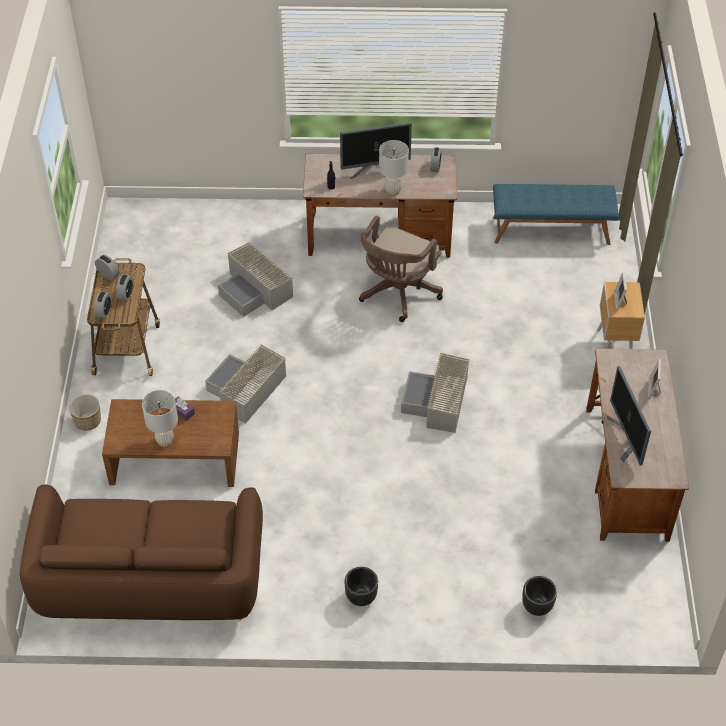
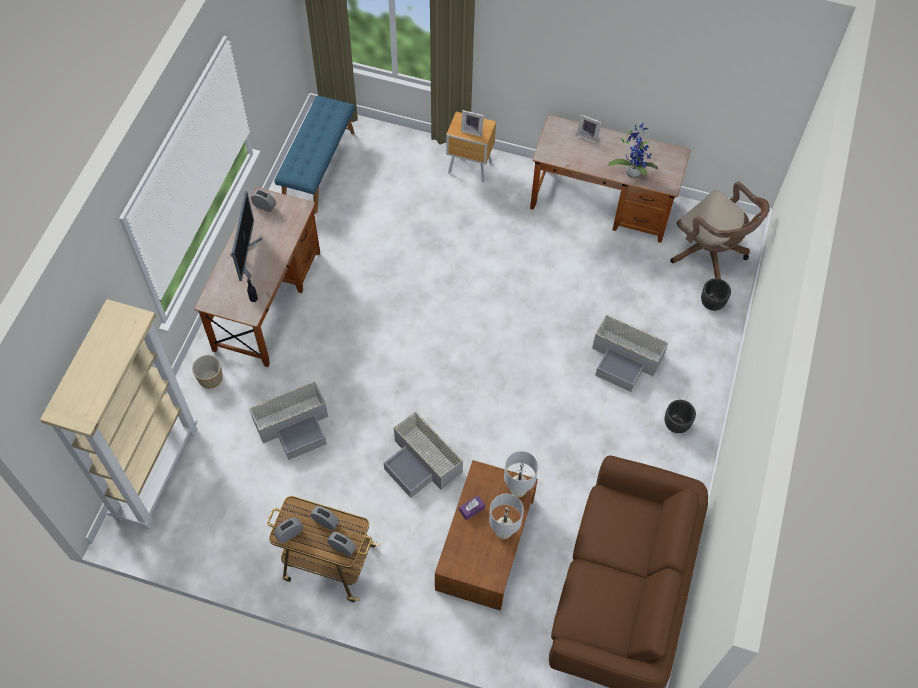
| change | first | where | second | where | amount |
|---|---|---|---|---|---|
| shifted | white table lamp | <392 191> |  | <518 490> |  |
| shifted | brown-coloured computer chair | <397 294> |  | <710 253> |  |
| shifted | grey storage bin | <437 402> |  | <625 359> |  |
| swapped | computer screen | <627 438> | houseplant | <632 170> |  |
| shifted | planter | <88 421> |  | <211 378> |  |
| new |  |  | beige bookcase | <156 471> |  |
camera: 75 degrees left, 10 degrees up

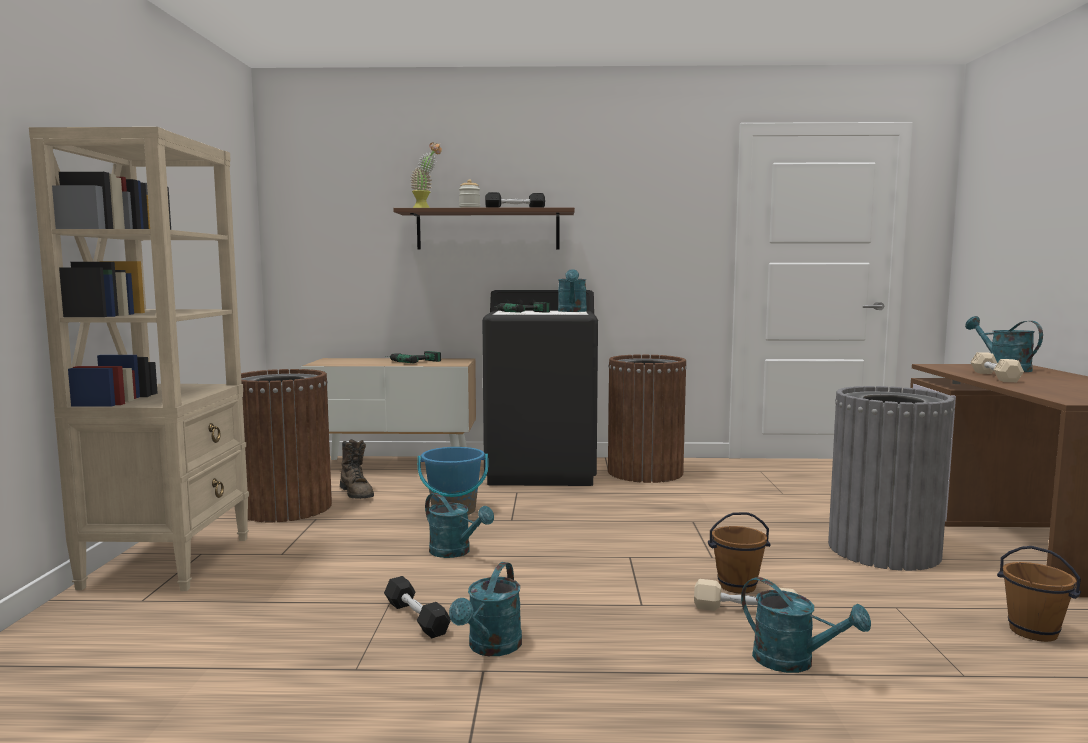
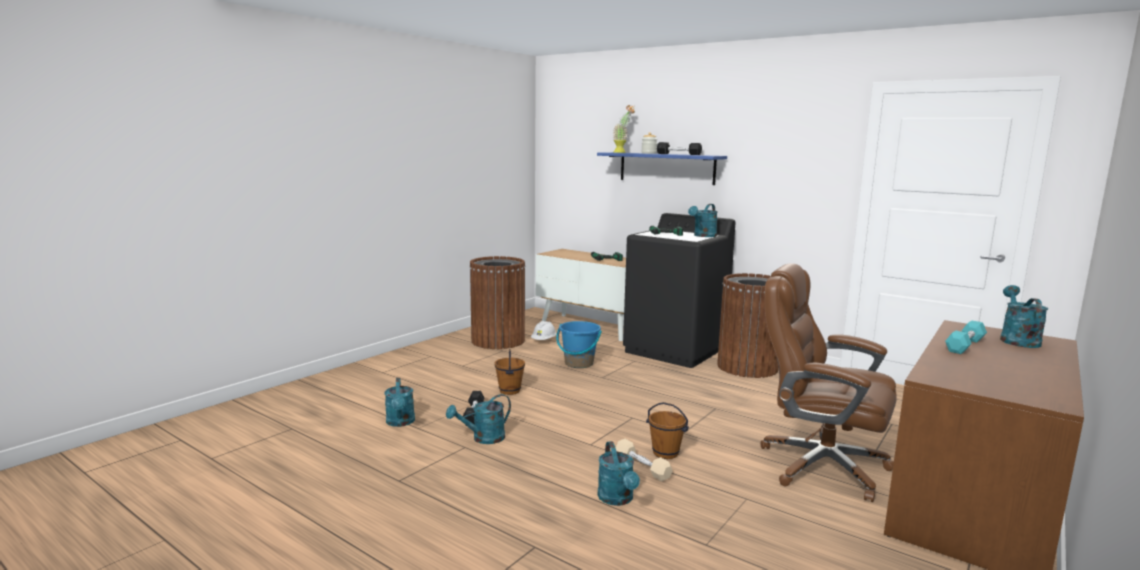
| change | first | where | second | where | amount |
|---|---|---|---|---|---|
| gone | beige bookcase | <170 561> |  |  |  |
| repainted | brown-coloured shelf | <488 230> | blue-coloured shelf | <666 168> |  |
| repainted | beige free weight | <994 376> | turquoise-coloured free weight | <965 345> |  |
| swapped | grey trash can | <883 550> | brown-coloured computer chair | <820 466> |  |
| swapped | brown-coloured tall boot | <357 494> | white work helmet | <543 340> |  |
| shifted | turquoise-coloured watering pot | <455 552> |  | <400 423> |  |
| shifted | brown-coloured pail | <1033 631> |  | <510 391> |  |
camera: 35 degrees right, 5 degrees up

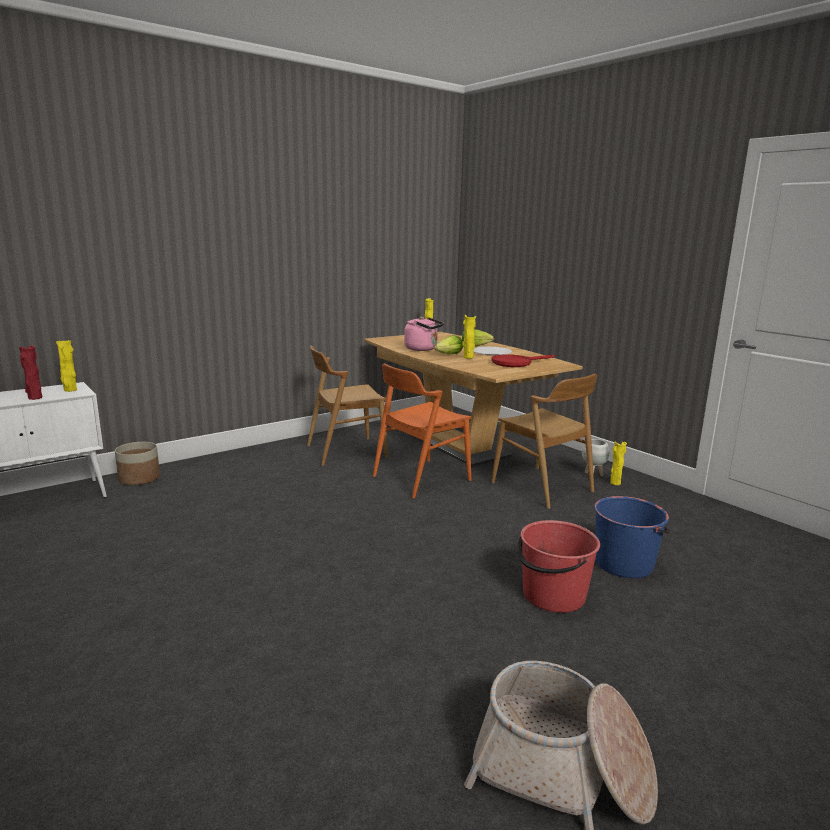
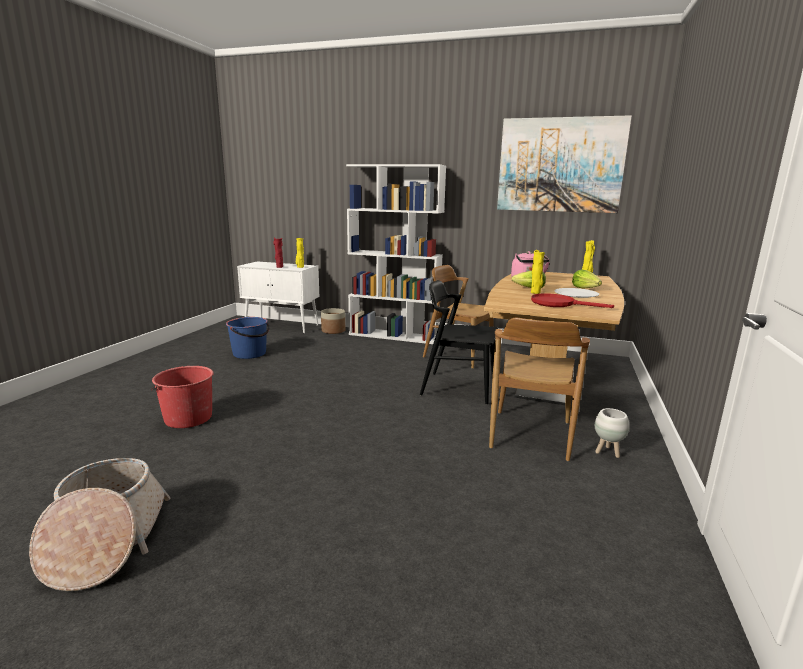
| change | first | where | second | where | amount |
|---|---|---|---|---|---|
| repainted | orange chair | <421 478> | black chair | <458 387> |  |
| gone | yellowish vase | <615 483> |  |  |  |
| shifted | blue-coloured pail | <624 563> |  | <250 353> |  |
| shifted | red pail | <553 595> |  | <187 418> |  |
| new |  |  | picture | <560 165> |  |
| new |  |  | white bookcase | <394 336> |  |
camera: 55 degrees right, 0 degrees up

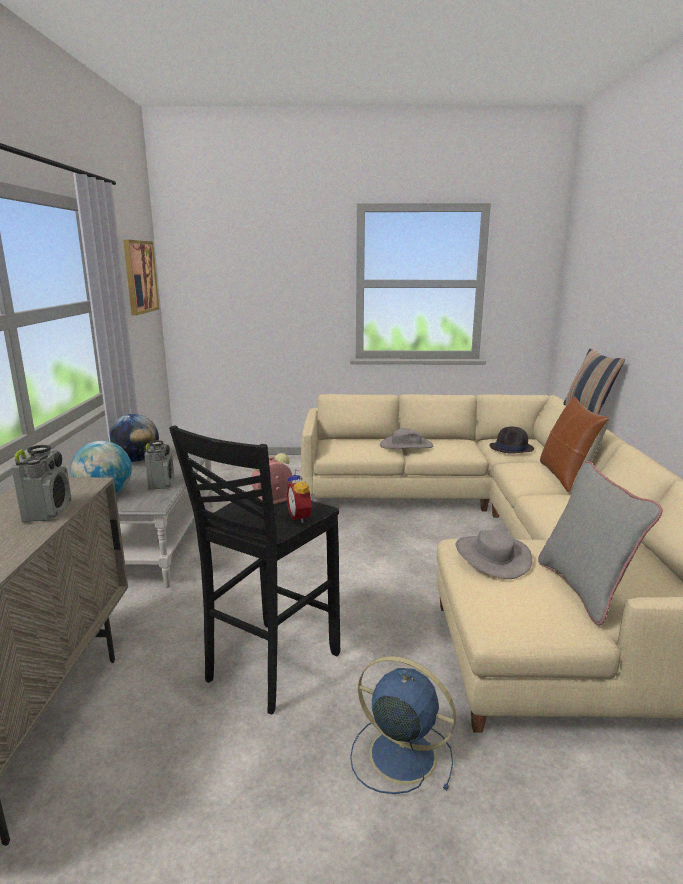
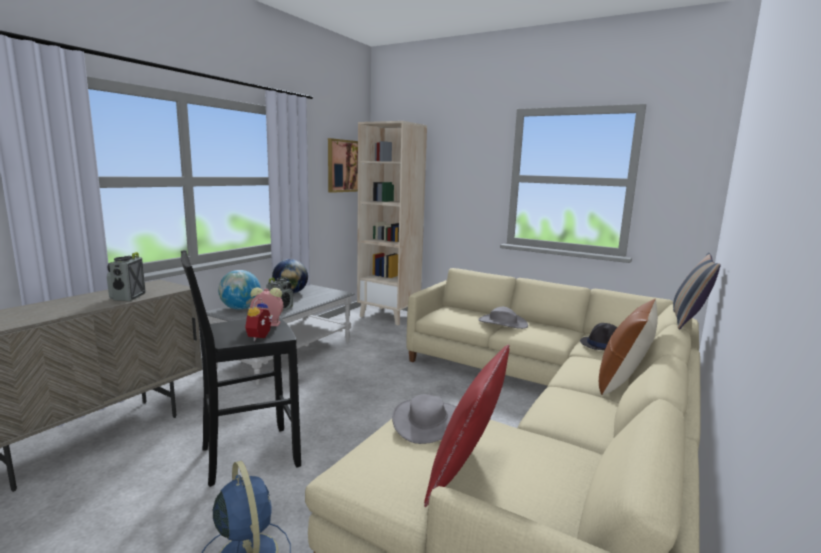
| change | first | where | second | where | amount |
|---|---|---|---|---|---|
| rotated | radio | <48 512> |  | <127 297> | 150 degrees clockwise |
| repainted | grey throw pillow | <584 589> | red throw pillow | <466 475> |  |
| new |  |  | beige bookcase | <389 316> |  |
camera: 30 degrees right, 5 degrees down

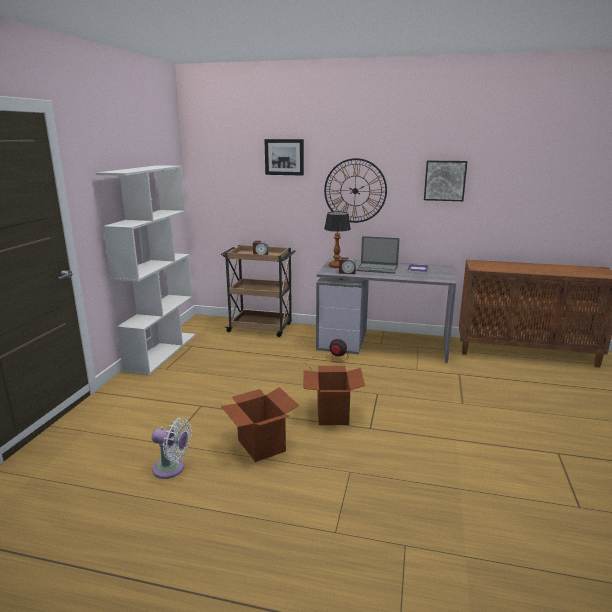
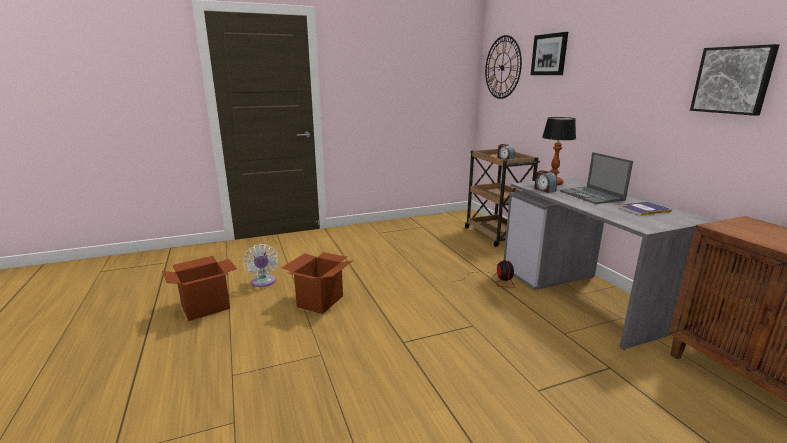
| change | first | where | second | where | amount |
|---|---|---|---|---|---|
| shifted | clock on the wall | <355 191> |  | <502 67> |  |
| gone | white bookcase | <162 352> |  |  |  |
| shifted | packing box | <332 414> |  | <206 307> |  |
camera: 55 degrees right, 0 degrees up

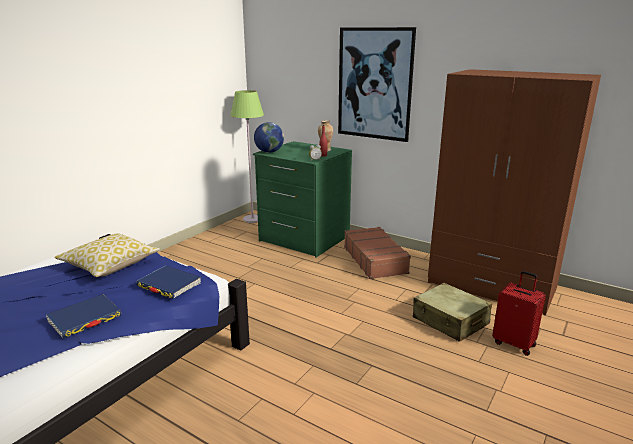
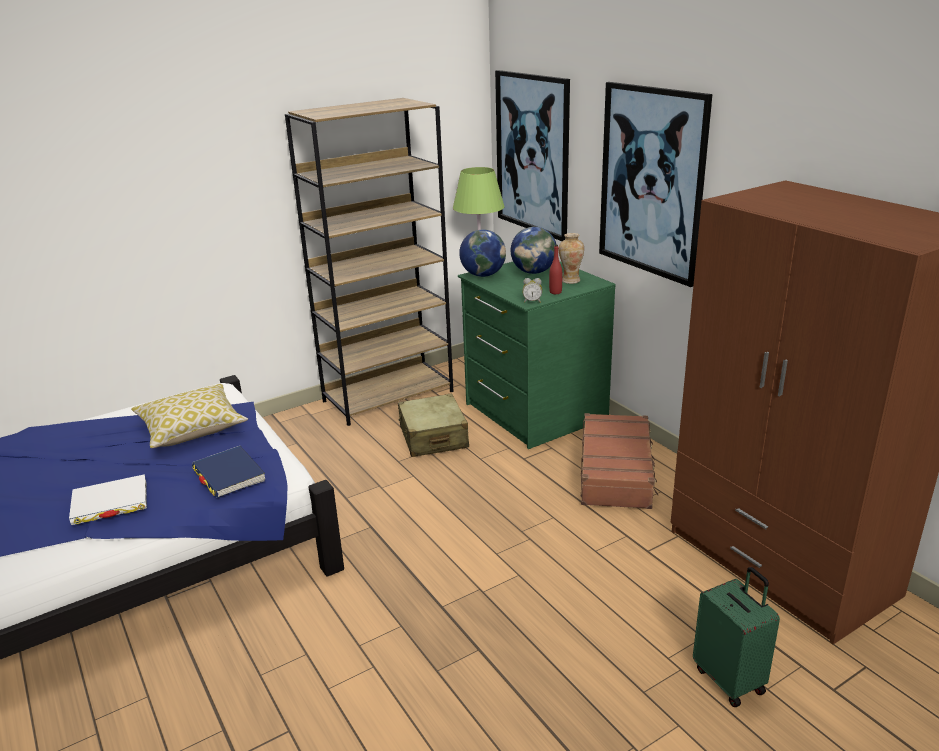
| change | first | where | second | where | amount |
|---|---|---|---|---|---|
| repainted | red travel case | <514 343> | greenish travel case | <730 679> |  |
| shifted | beige travel case | <450 321> |  | <433 437> |  |
| repainted | blue-coloured book | <84 318> | white book | <110 503> |  |
| new |  |  | picture | <532 154> |  |
| new |  |  | brown-coloured bookcase | <389 396> |  |
| new |  |  | world globe | <533 272> |  |
camera: 25 degrees right, 5 degrees up

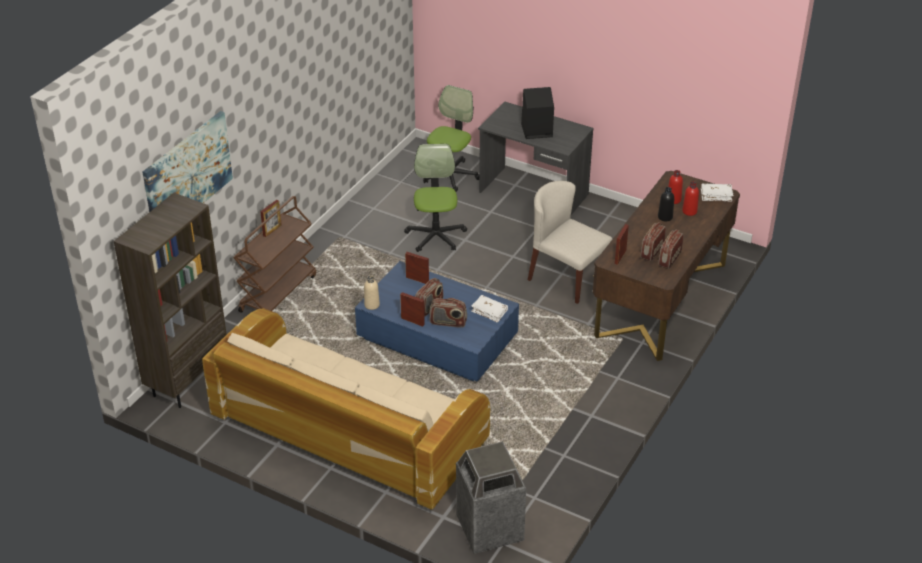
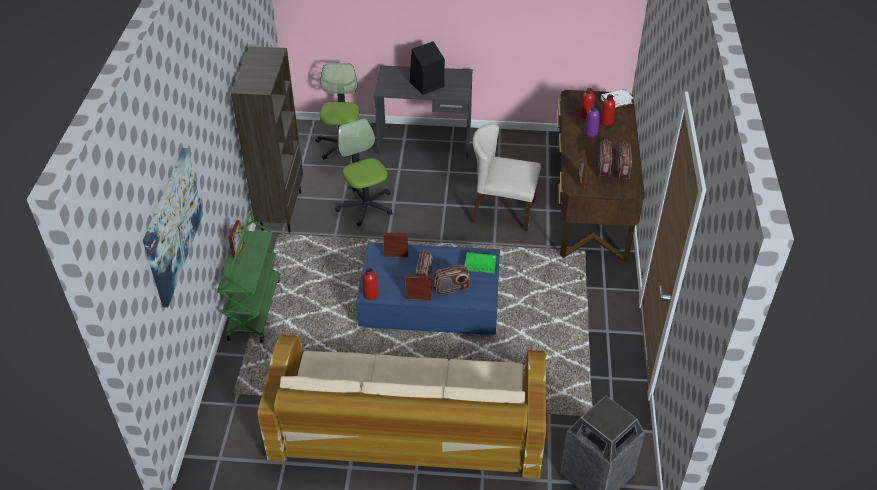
| change | first | where | second | where | amount |
|---|---|---|---|---|---|
| repainted | black beverage bottle | <665 217> | purple beverage bottle | <590 132> |  |
| shifted | brown-coloured bookcase | <188 380> |  | <280 210> |  |
| repainted | brown-coloured trolley | <278 293> | greenish trolley | <254 308> |  |
| repainted | beige beverage bottle | <372 305> | red beverage bottle | <370 294> |  |
| repainted | white book | <489 311> | greenish book | <480 265> |  |
camera: 25 degrees left, 5 degrees up

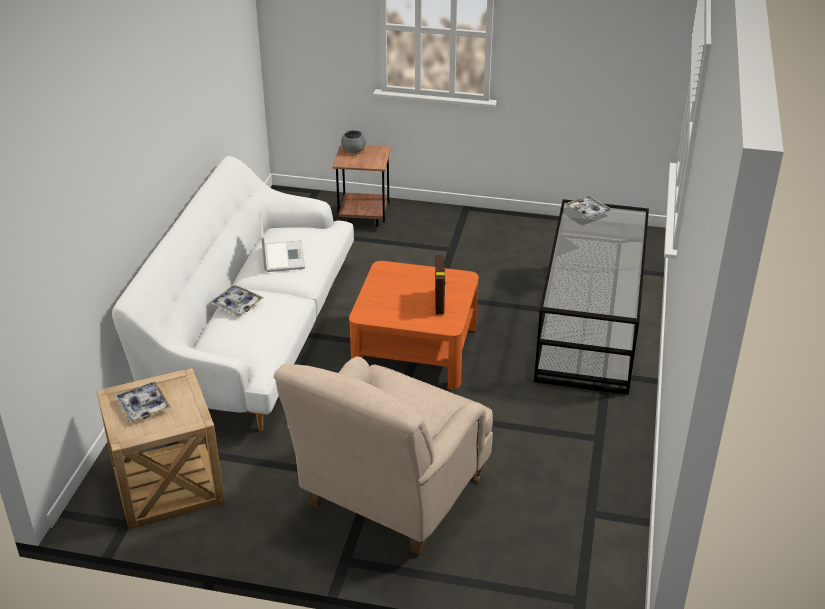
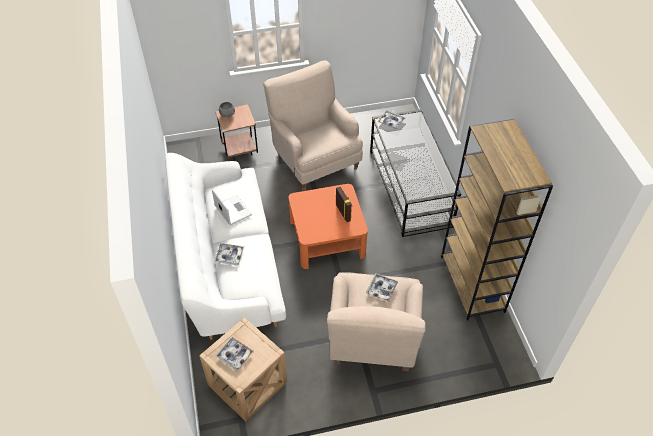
| change | first | where | second | where | amount |
|---|---|---|---|---|---|
| new |  |  | beige lounge chair | <315 159> |  |
| new |  |  | brown-coloured bookcase | <472 284> |  |
| new |  |  | carrying tray | <381 289> |  |
camera: 25 degrees left, 15 degrees up

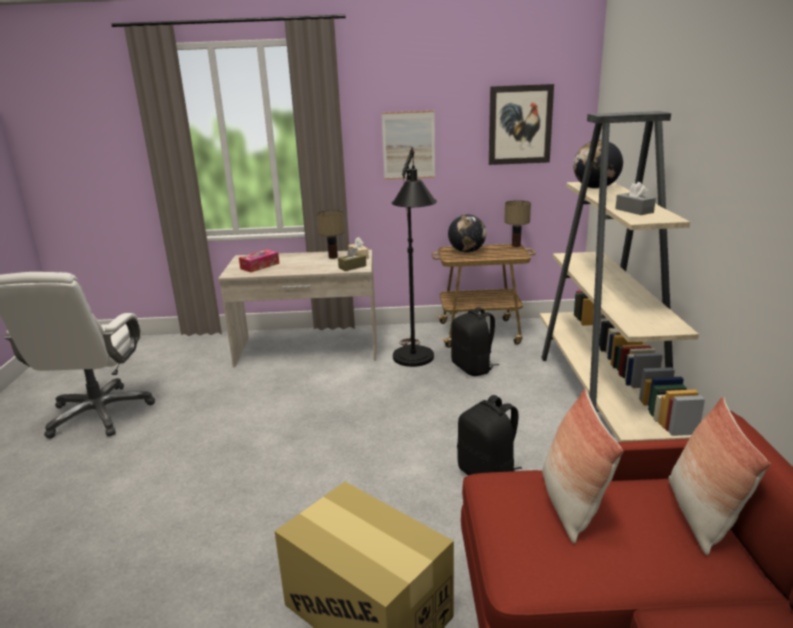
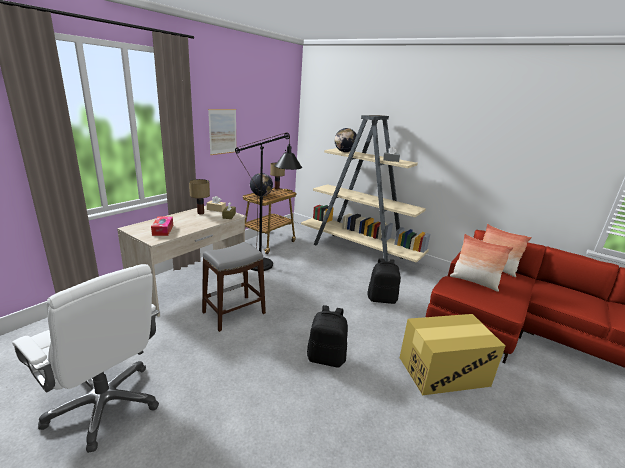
| change | first | where | second | where | amount |
|---|---|---|---|---|---|
| gone | picture | <520 125> |  |  |  |
| shifted | black backpack | <473 368> |  | <326 358> |  |
| new |  |  | grey stool seat | <234 313> |  |
camera: 55 degrees left, 0 degrees up

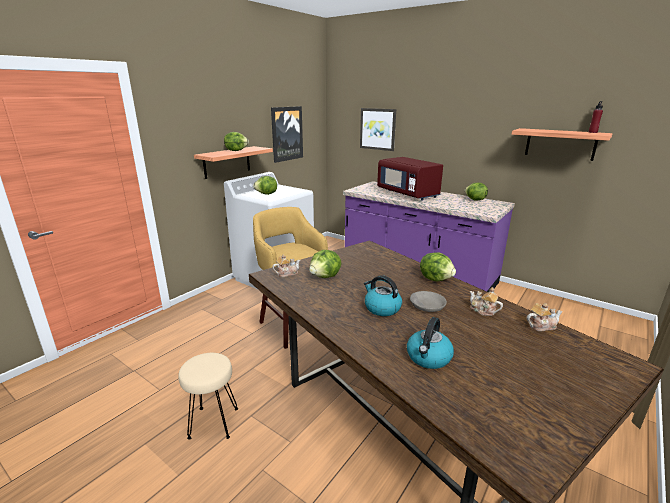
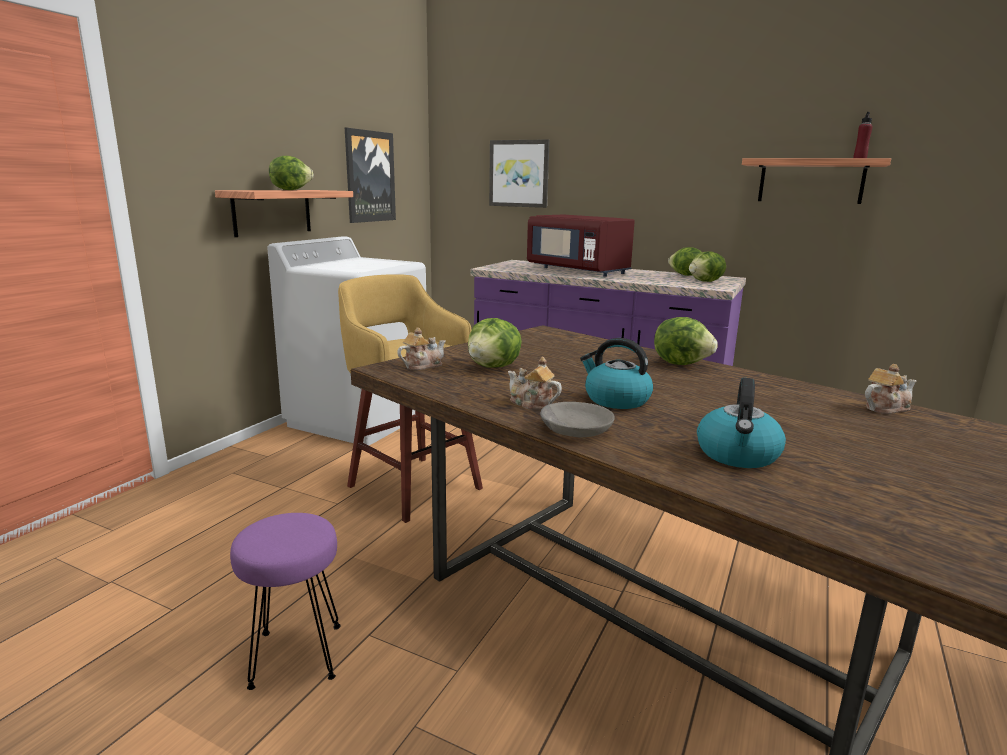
| change | first | where | second | where | amount |
|---|---|---|---|---|---|
| shifted | lettuce head | <266 194> |  | <706 281> |  |
| shifted | teapot | <483 310> |  | <531 403> |  |
| shifted | grey serving bowl | <426 306> |  | <575 429> |  |
| repainted | beige stool seat | <213 422> | purple stool seat | <295 655> |  |
camera: 10 degrees left, 5 degrees down

